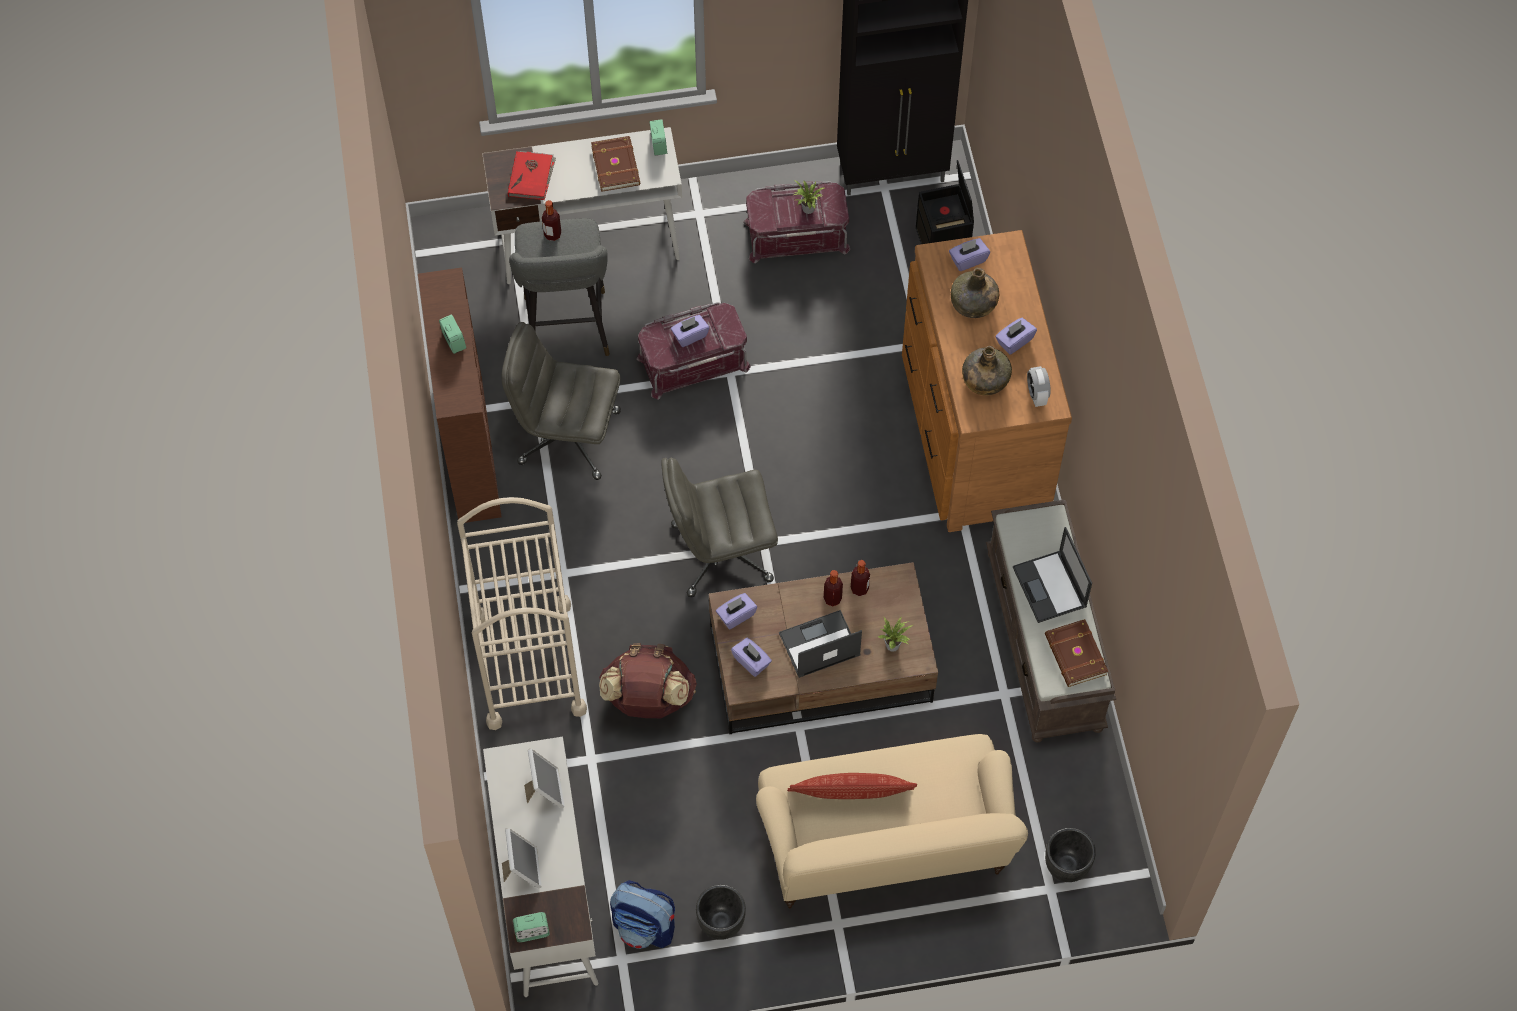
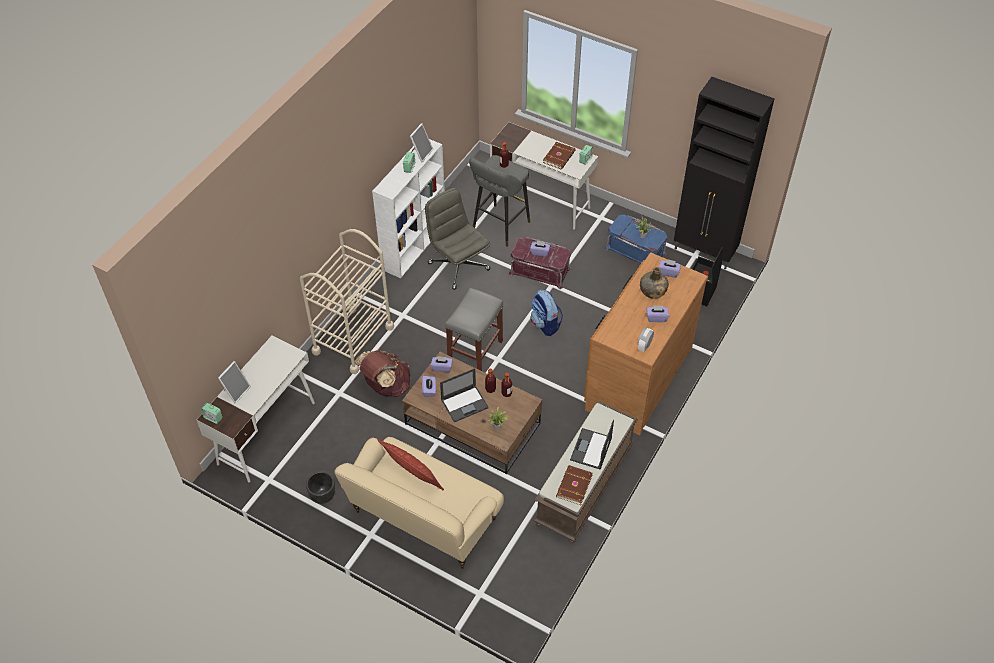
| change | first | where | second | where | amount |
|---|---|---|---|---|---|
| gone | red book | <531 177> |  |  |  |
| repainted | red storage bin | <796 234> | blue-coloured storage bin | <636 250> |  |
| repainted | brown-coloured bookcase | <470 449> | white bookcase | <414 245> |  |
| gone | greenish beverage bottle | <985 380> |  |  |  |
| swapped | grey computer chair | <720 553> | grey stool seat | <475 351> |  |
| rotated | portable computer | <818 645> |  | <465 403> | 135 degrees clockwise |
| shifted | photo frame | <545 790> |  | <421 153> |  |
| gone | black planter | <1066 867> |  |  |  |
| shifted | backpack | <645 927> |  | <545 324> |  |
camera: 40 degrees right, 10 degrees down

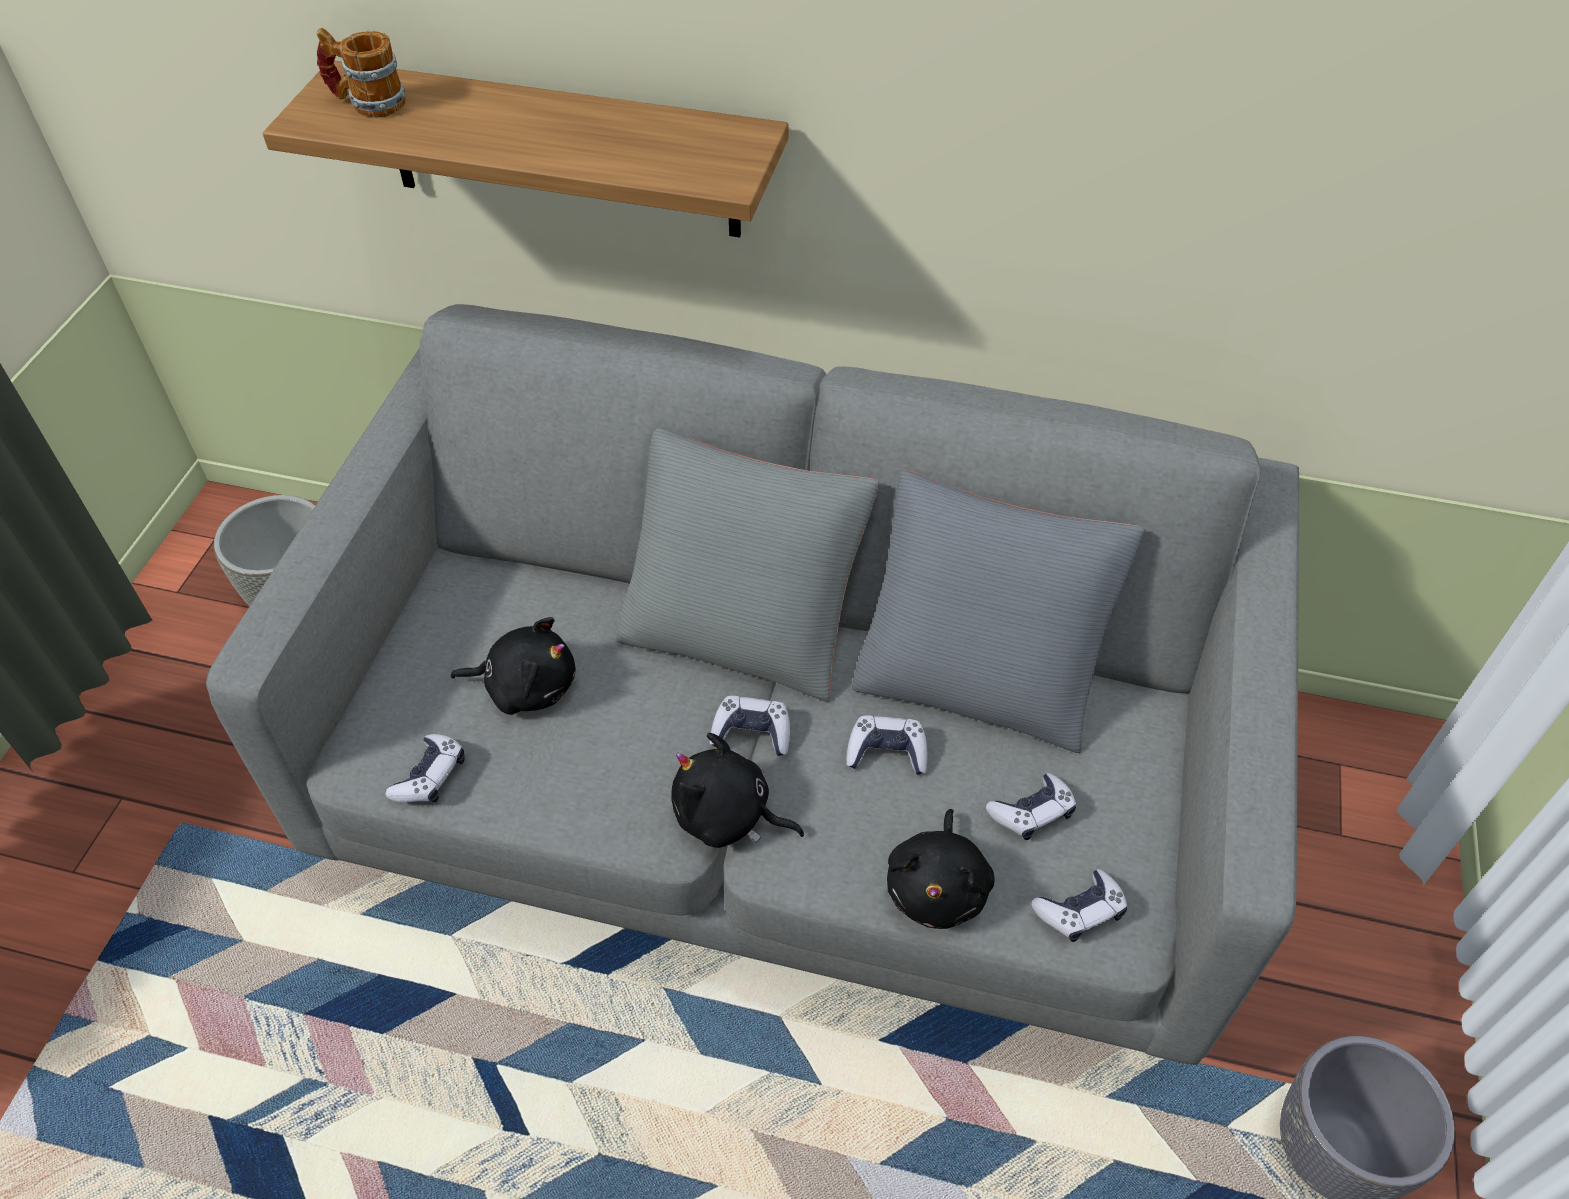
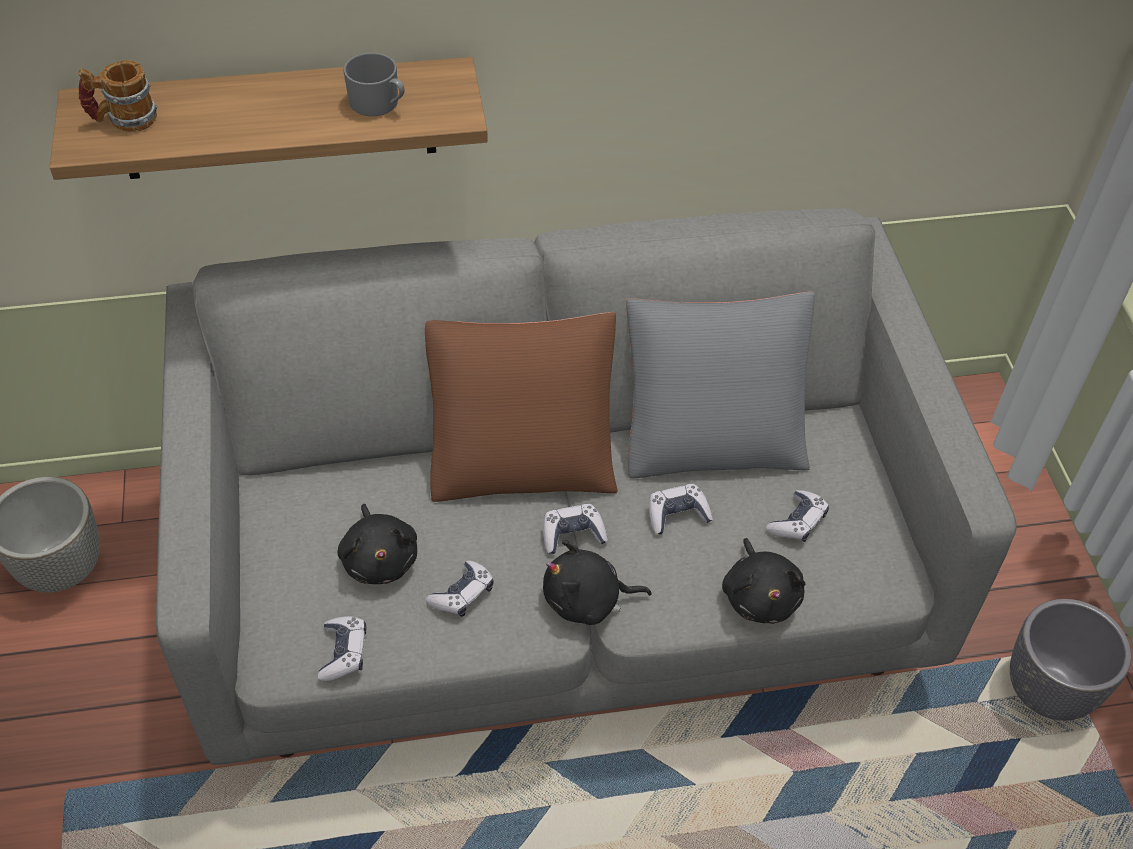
| change | first | where | second | where | amount |
|---|---|---|---|---|---|
| repainted | grey throw pillow | <744 623> | brown-coloured throw pillow | <522 455> |  |
| rotated | black soft toy | <526 686> |  | <380 558> | 90 degrees clockwise |
| shifted | gamepad | <1080 911> |  | <462 594> |  |
| new |  |  | grey coffee mug | <379 104> |  |
camera: 25 degrees left, 0 degrees up

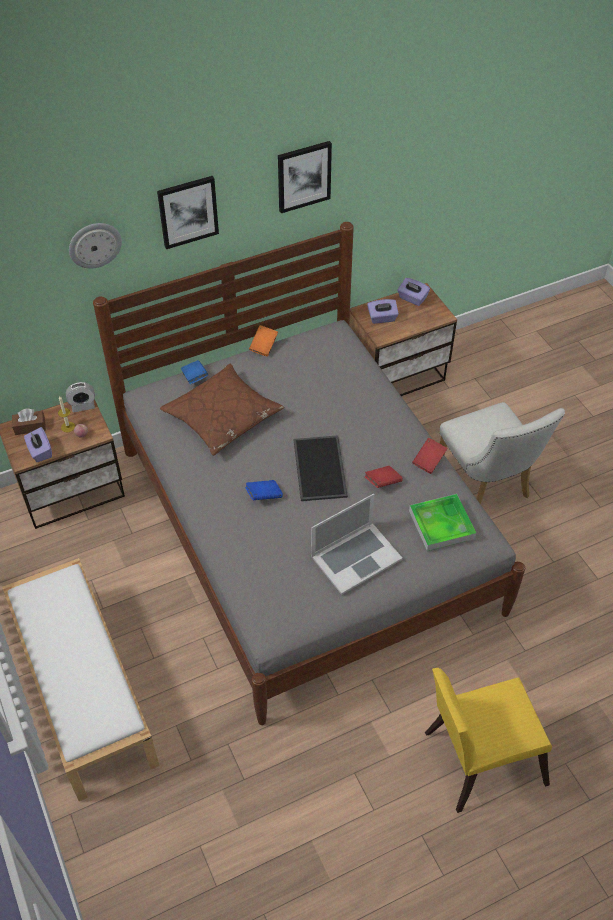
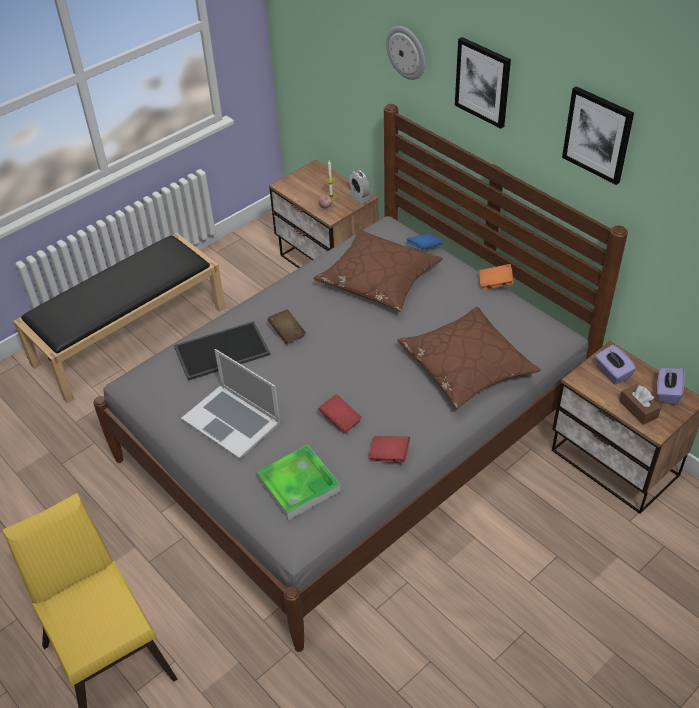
| change | first | where | second | where | amount |
|---|---|---|---|---|---|
| gone | white chair | <486 486> |  |  |  |
| shifted | brown-coloured box of tissues | <30 427> |  | <638 409> |  |
| gone | purple box of tissues | <40 451> |  |  |  |
| shifted | carrying tray | <321 469> |  | <221 352> |  |
| repainted | blue-coloured book | <264 495> | brown-coloured book | <287 333> |  |
| repainted | white indoor bench | <83 689> | black indoor bench | <131 334> |  |
| new |  |  | brown-coloured throw pillow | <466 366> |  |
camera: 75 degrees right, 5 degrees down

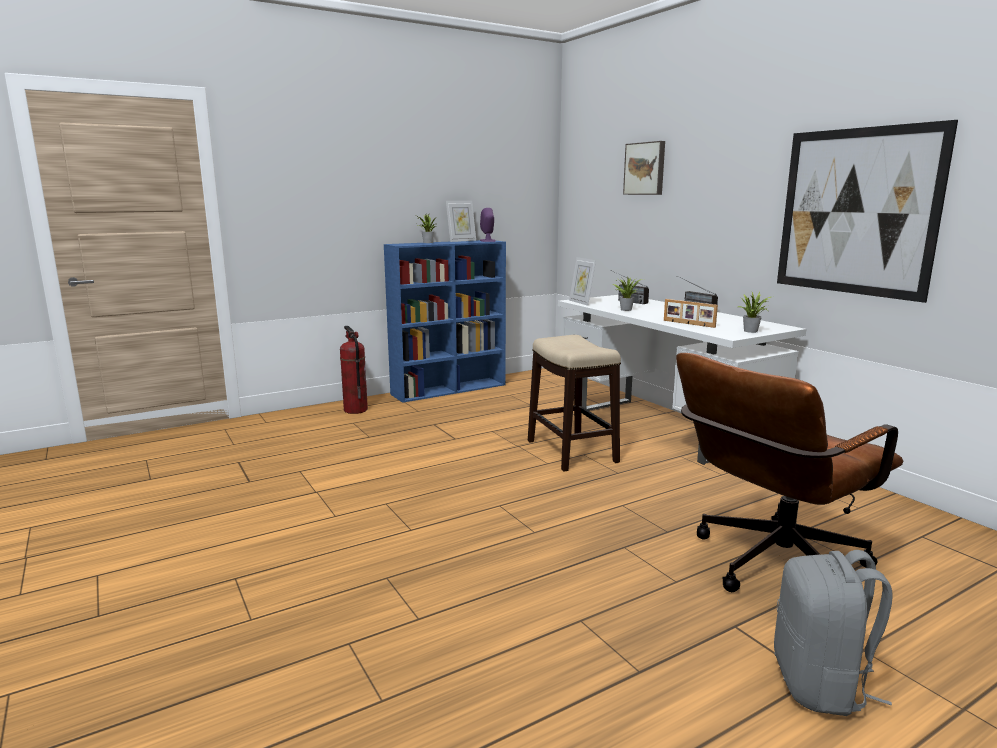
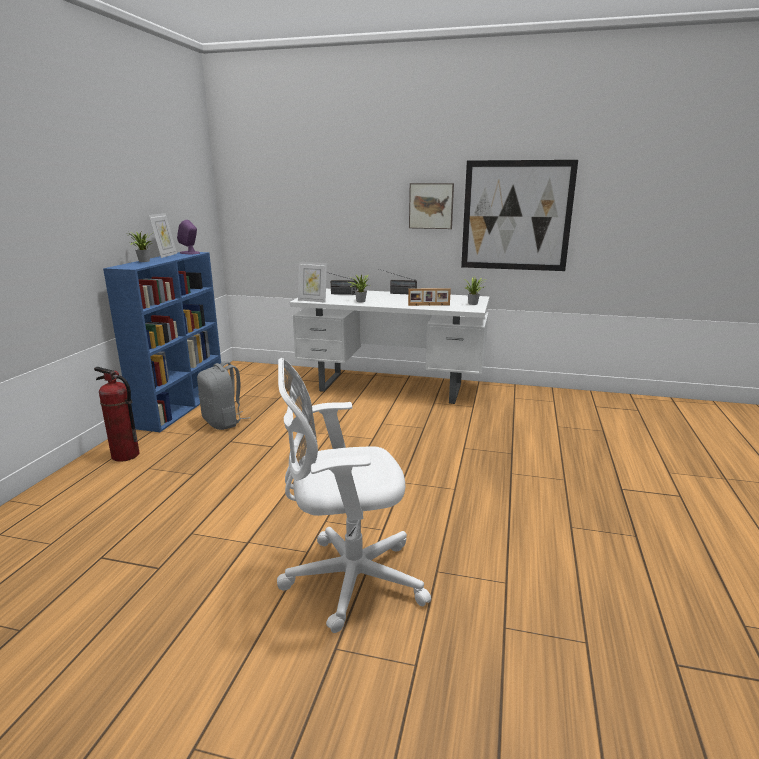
| change | first | where | second | where | amount |
|---|---|---|---|---|---|
| shifted | picture | <645 168> |  | <431 206> |  |
| gone | stool seat | <571 451> |  |  |  |
| gone | brown-coloured computer chair | <770 569> |  |  |  |
| shifted | grey backpack | <820 685> |  | <223 422> |  |
| new |  |  | white computer chair | <347 580> |  |
camera: 45 degrees left, 5 degrees up

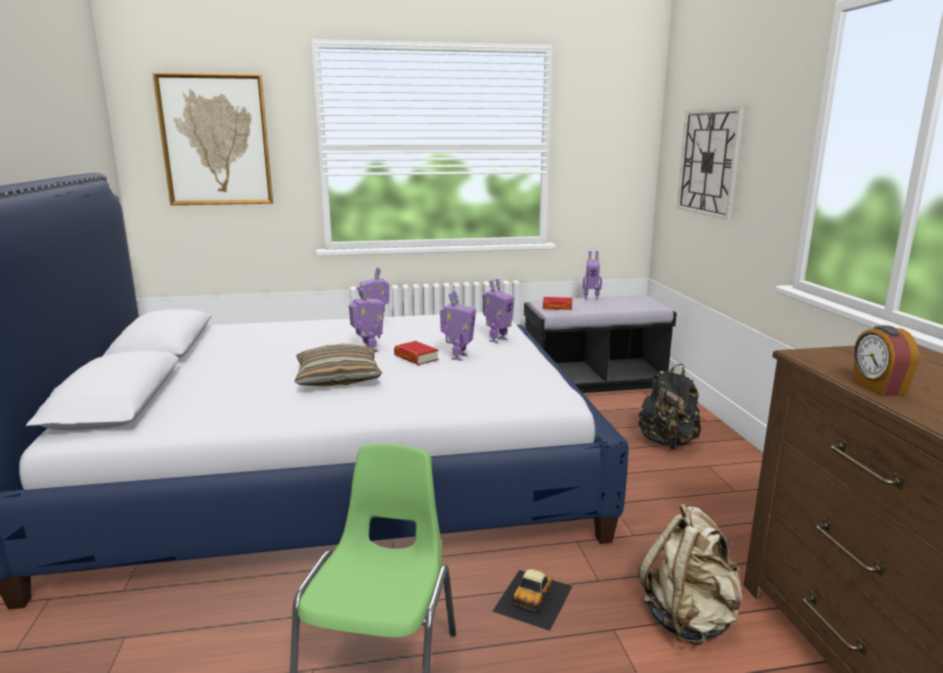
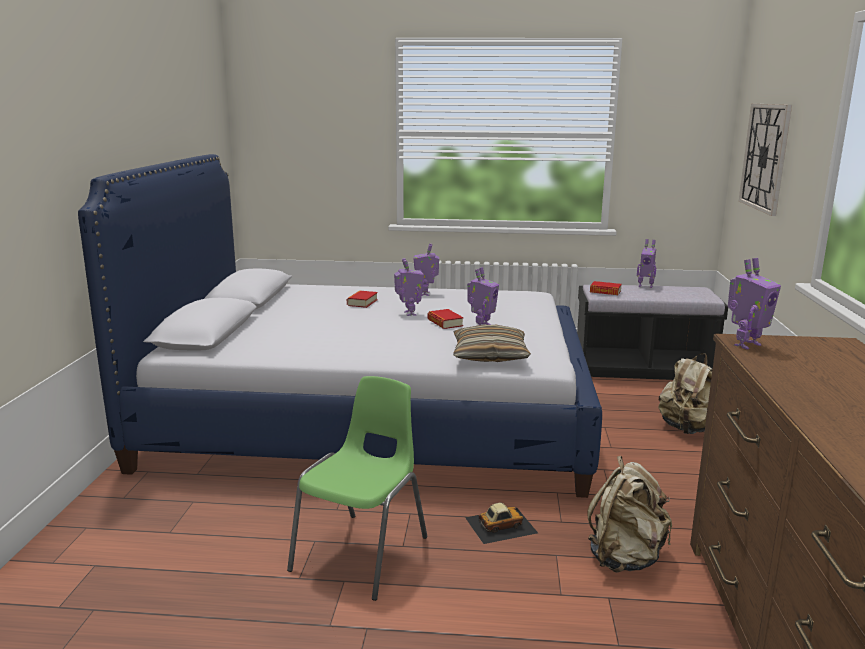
| change | first | where | second | where | amount |
|---|---|---|---|---|---|
| gone | picture | <216 140> |  |  |  |
| shifted | model robot | <497 340> |  | <745 344> |  |
| gone | bedside clock | <877 388> |  |  |  |
| shifted | throw pillow | <338 378> |  | <489 355> |  |
| repainted | black backpack | <667 443> | beige backpack | <687 429> |  |
| rotated | toy car | <534 598> |  | <500 525> | 150 degrees counterclockwise |
| new |  |  | book | <362 302> |  |
camera: 15 degrees right, 0 degrees up

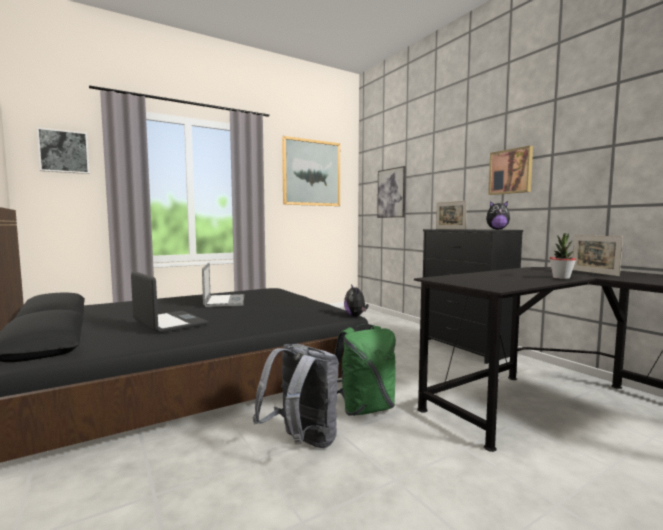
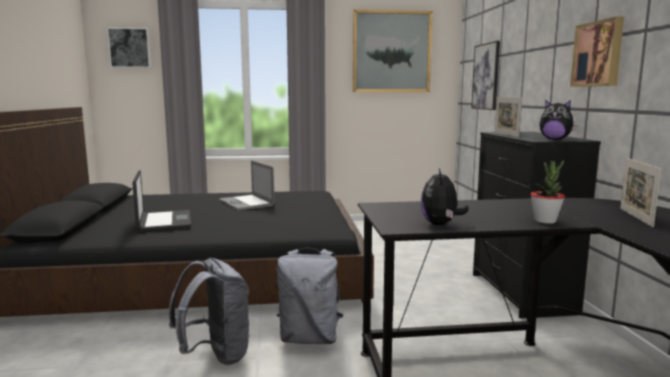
| change | first | where | second | where | amount |
|---|---|---|---|---|---|
| rotated | portable computer | <225 301> |  | <246 203> | 135 degrees clockwise |
| shifted | soft toy | <356 316> |  | <441 224> |  |
| repainted | greenish backpack | <365 408> | grey backpack | <310 338> |  |
camera: 25 degrees right, 5 degrees up

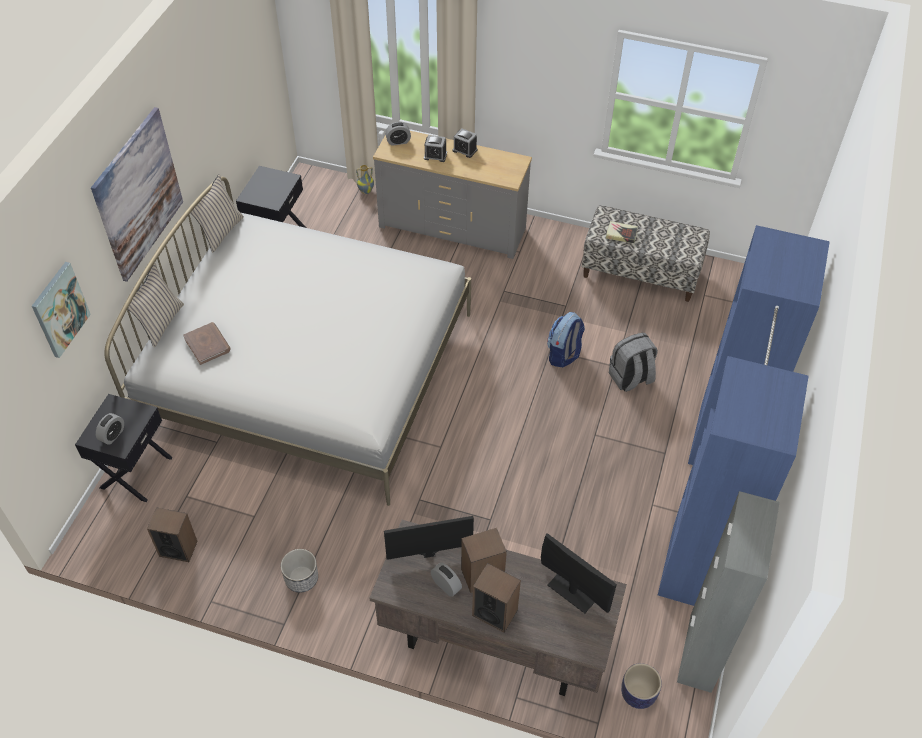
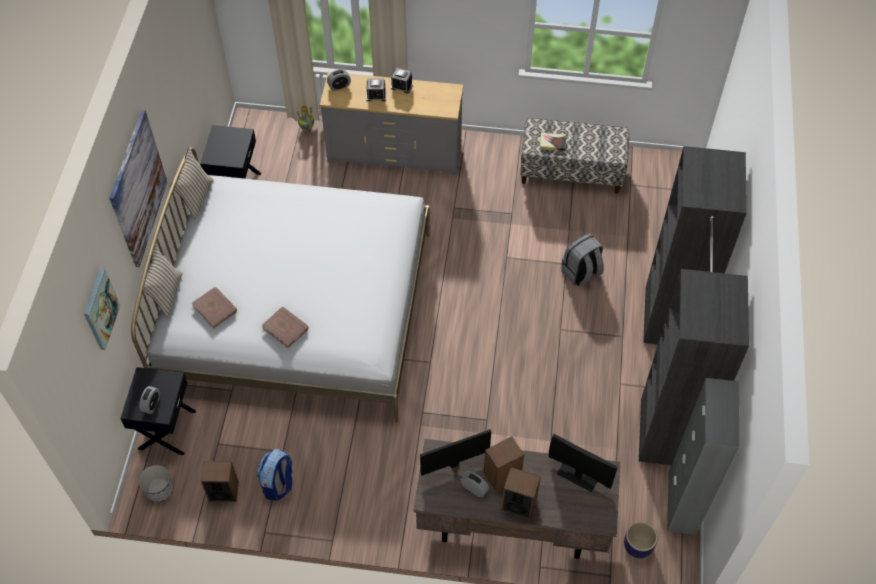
| change | first | where | second | where | amount |
|---|---|---|---|---|---|
| repainted | blue-coloured armoire | <712 503> | black armoire | <669 374> |  |
| shifted | backpack | <563 355> |  | <278 484> |  |
| shifted | planter | <301 578> |  | <159 489> |  |
| new |  |  | brown-coloured book | <285 328> |  |
camera: 10 degrees left, 5 degrees up

